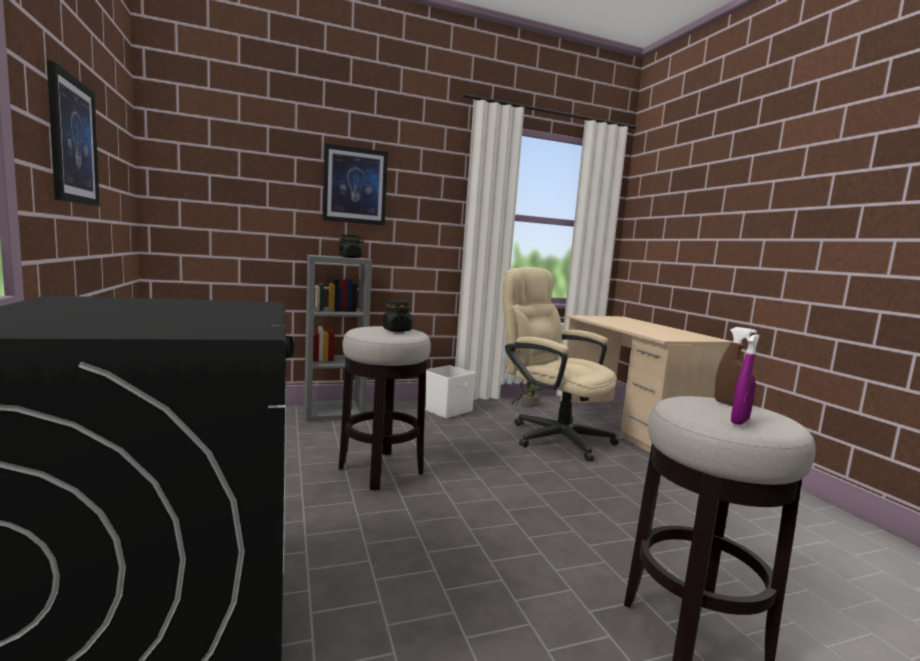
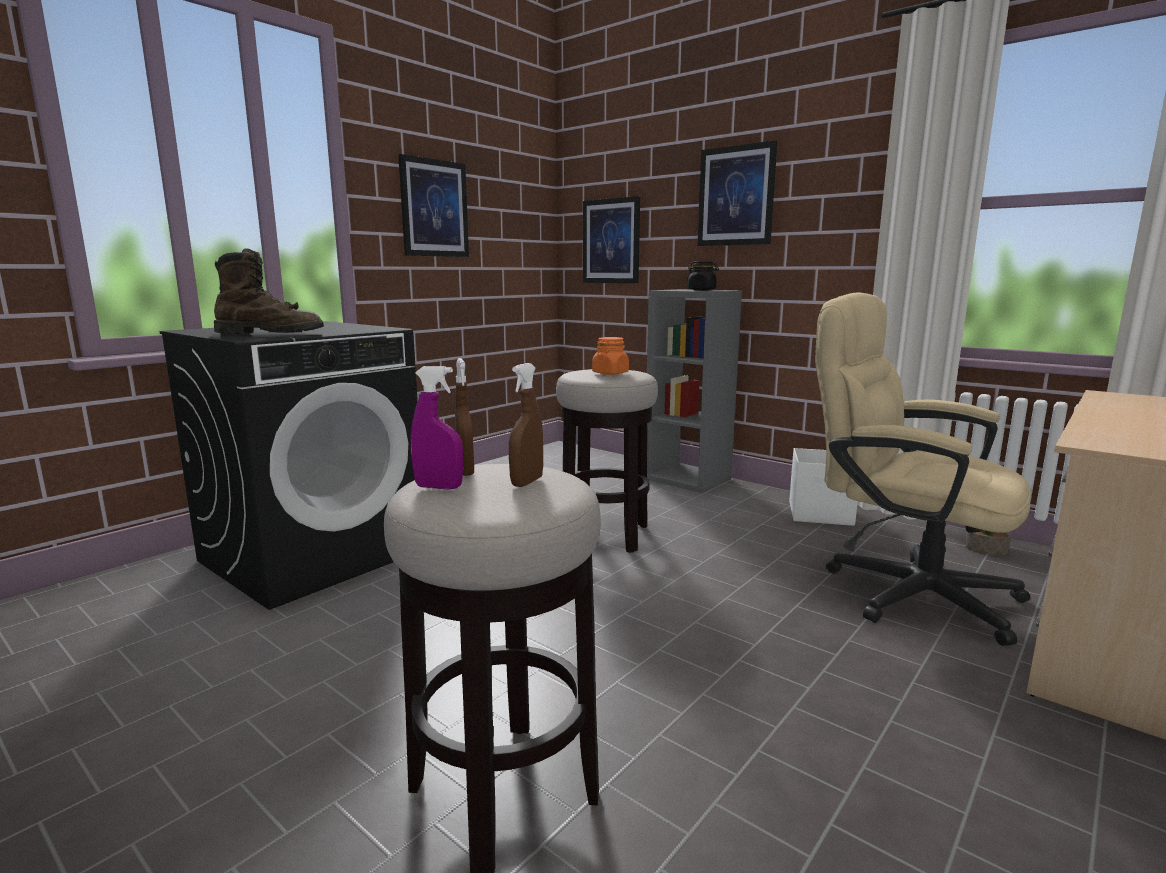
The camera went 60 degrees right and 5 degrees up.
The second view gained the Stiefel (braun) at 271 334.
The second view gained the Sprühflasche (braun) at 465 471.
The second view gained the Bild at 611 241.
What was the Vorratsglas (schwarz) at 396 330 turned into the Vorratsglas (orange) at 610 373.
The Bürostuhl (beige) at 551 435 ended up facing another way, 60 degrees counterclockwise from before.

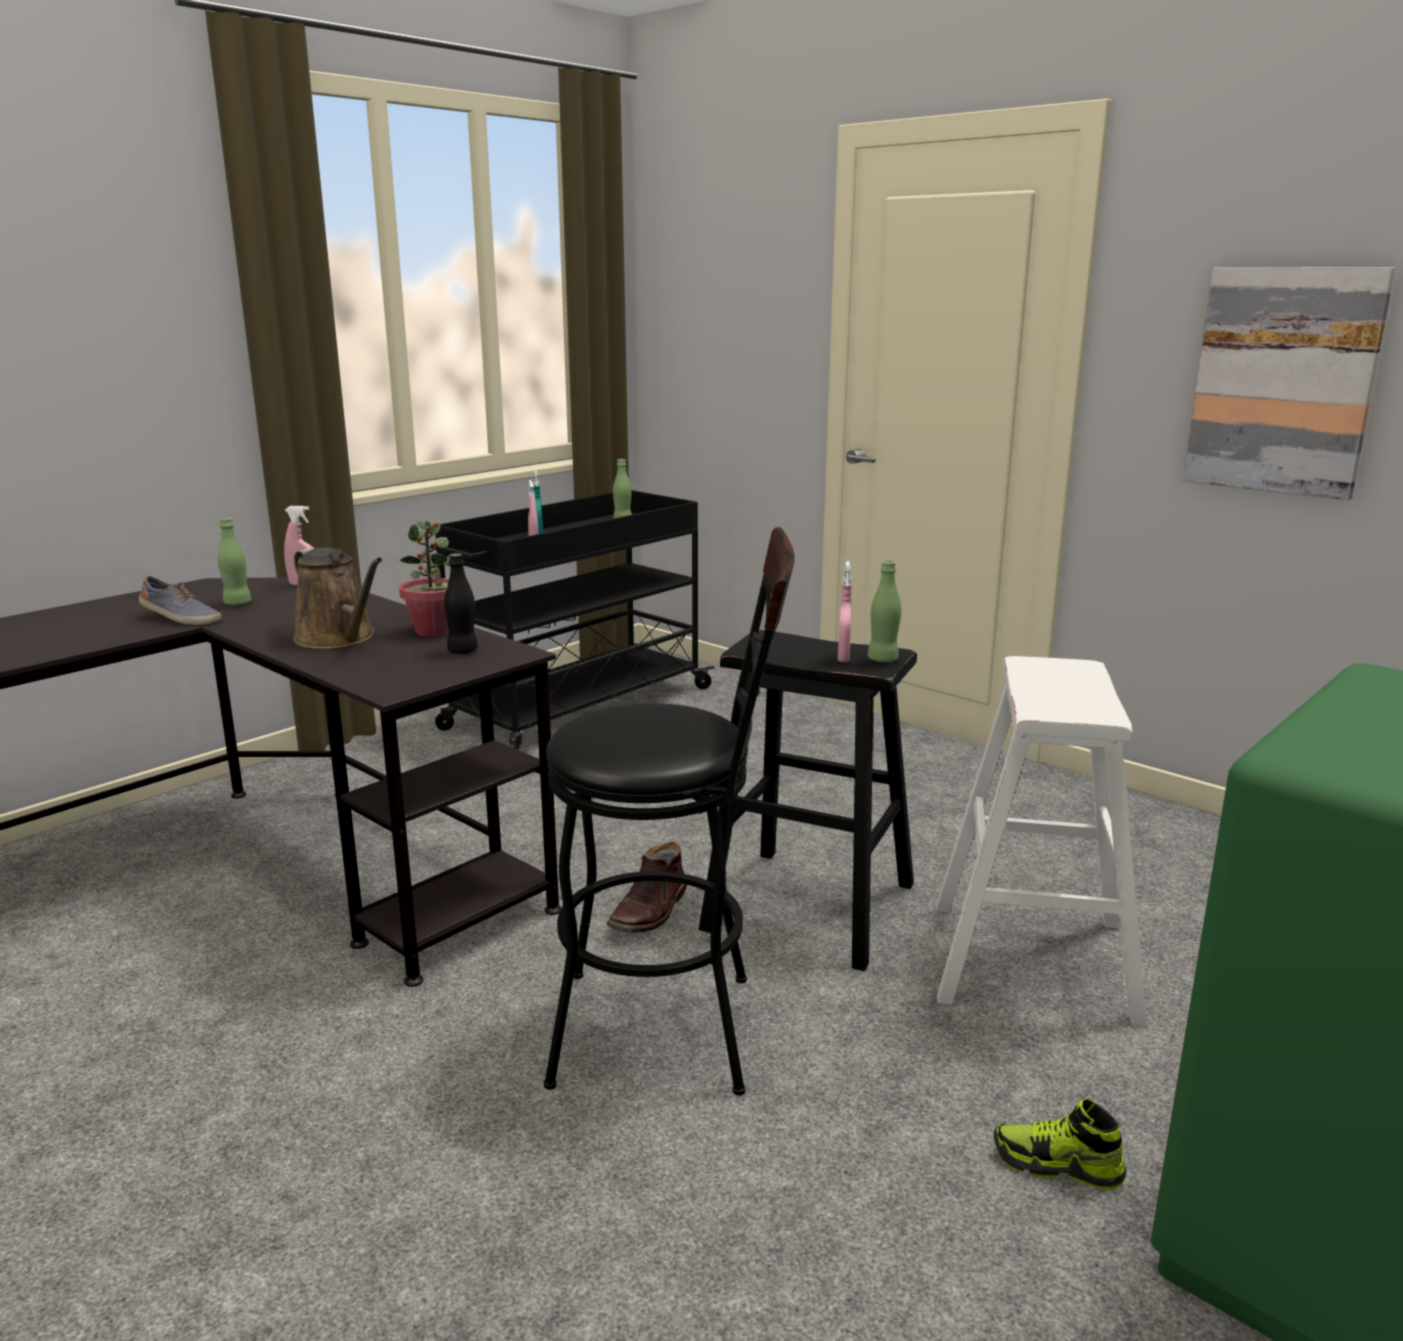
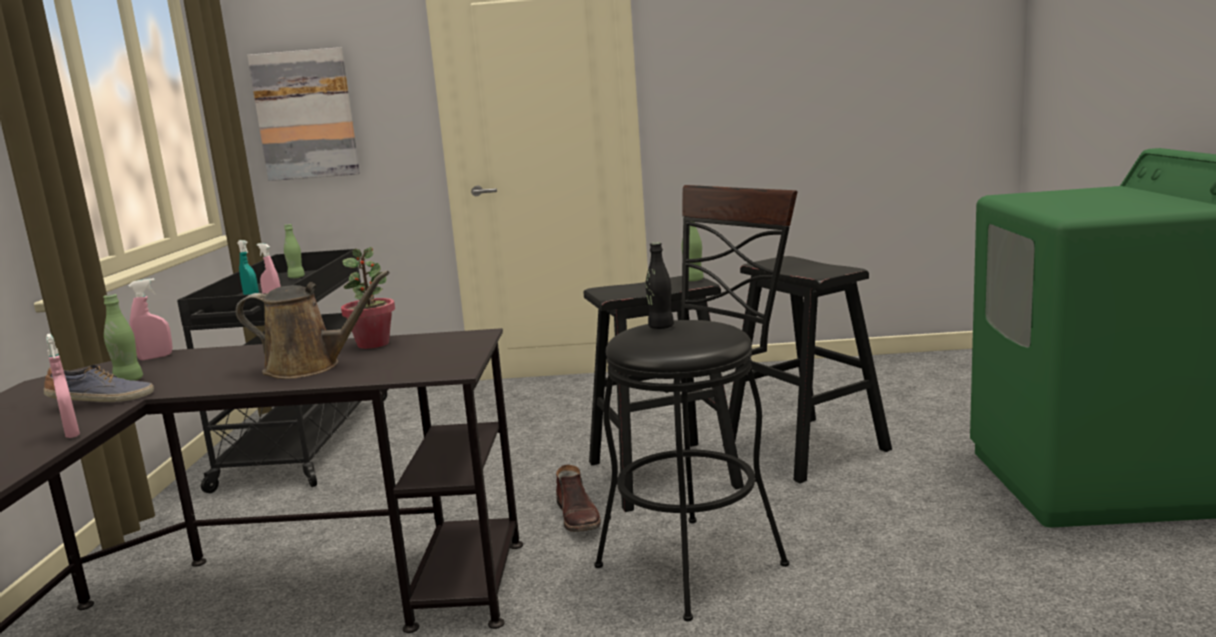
The camera went 40 degrees left and 5 degrees down.
The Sprühflasche (rosa) ended up elsewhere, having gone from 843 658 to 72 433.
The Bild ended up elsewhere, having gone from 1283 381 to 305 115.
The Flasche (schwarz) ended up elsewhere, having gone from 462 651 to 661 327.
What was the Hocker (weiß) at 1032 960 turned into the Hocker (schwarz) at 805 448.
The second view lost the Schuh at 1057 1165.

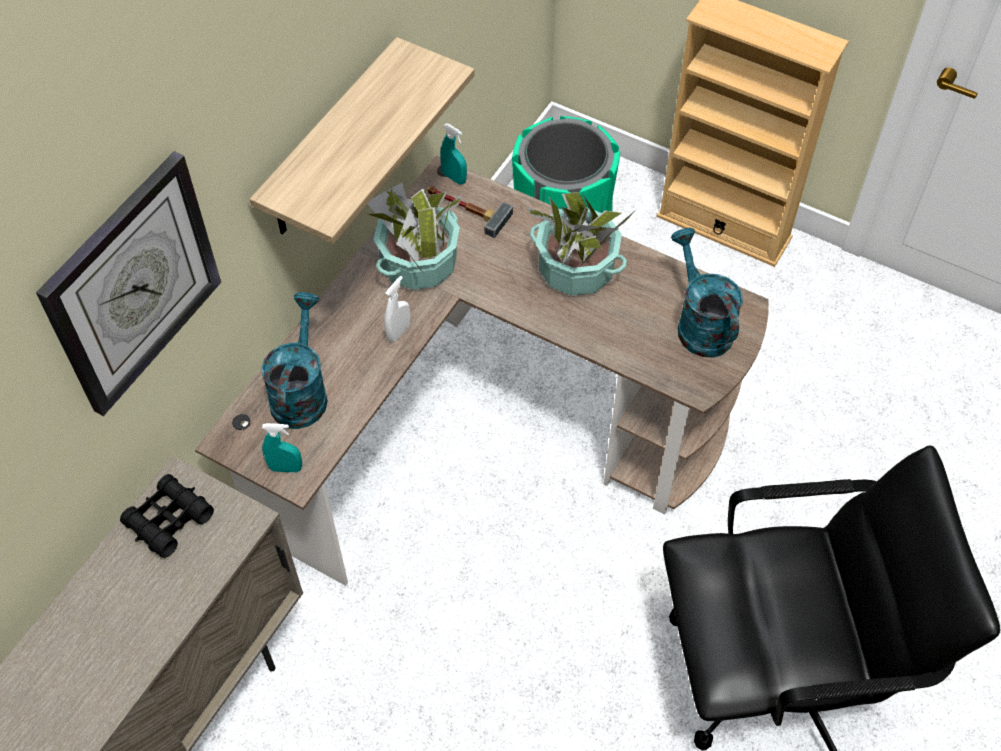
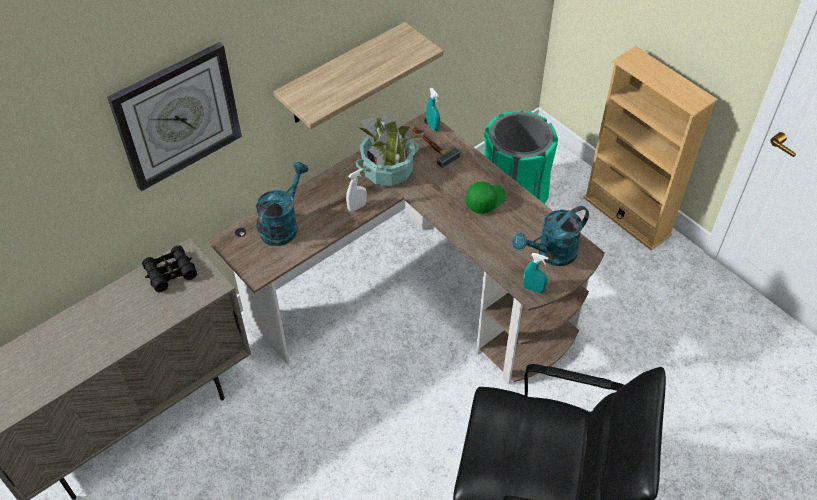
The camera went 20 degrees right and 5 degrees down.
Where the Topfpflanze stood at 576 269, the Kappe (grün) came to stand at 485 200.
The Gießkanne (türkis) at 699 323 ended up facing another way, 120 degrees counterclockwise from before.
The Sprühflasche (türkis) ended up elsewhere, having gone from 285 468 to 533 288.

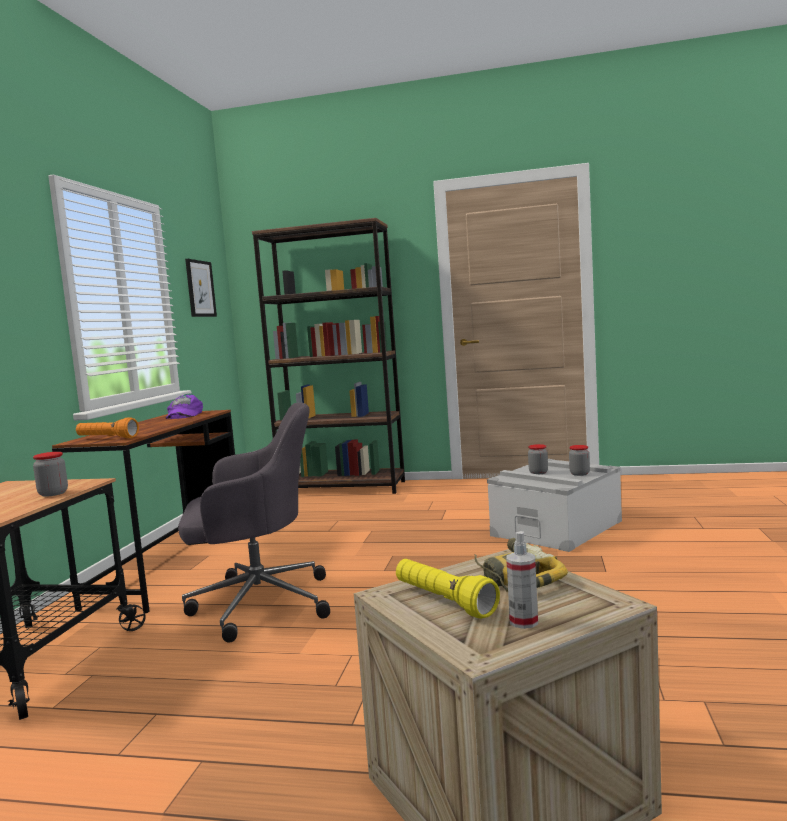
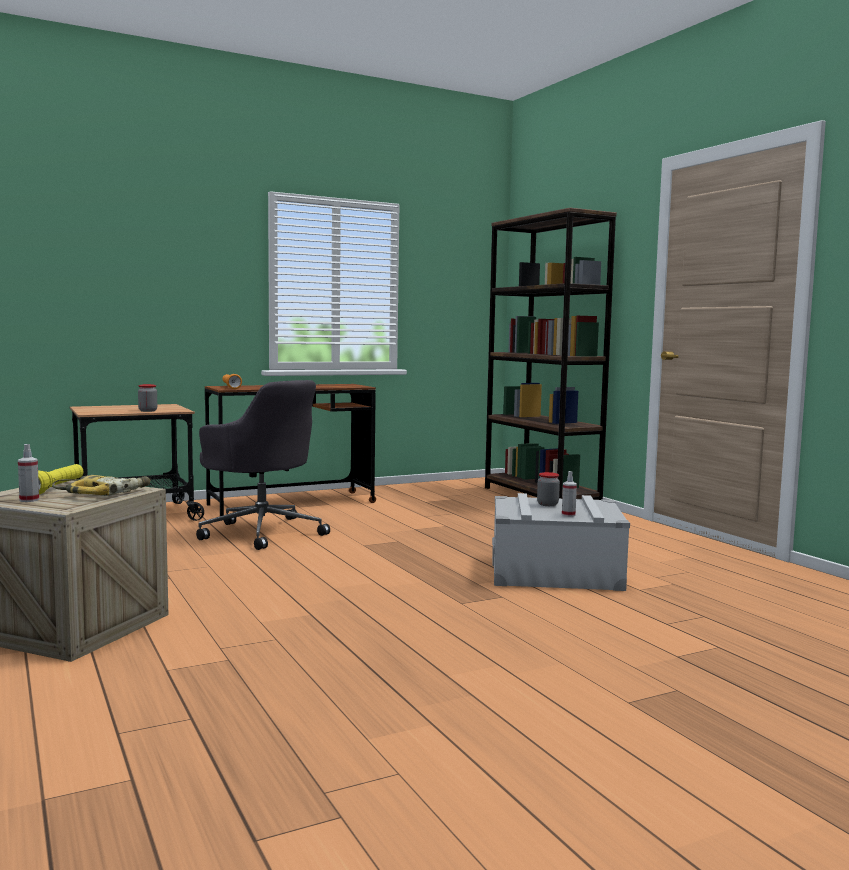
The camera went 50 degrees right and 0 degrees up.
Where the Vorratsglas stood at 579 474, the Sprühflasche came to stand at 568 515.
The second view lost the Kappe (lila) at 184 415.
The second view lost the Bild at 200 288.

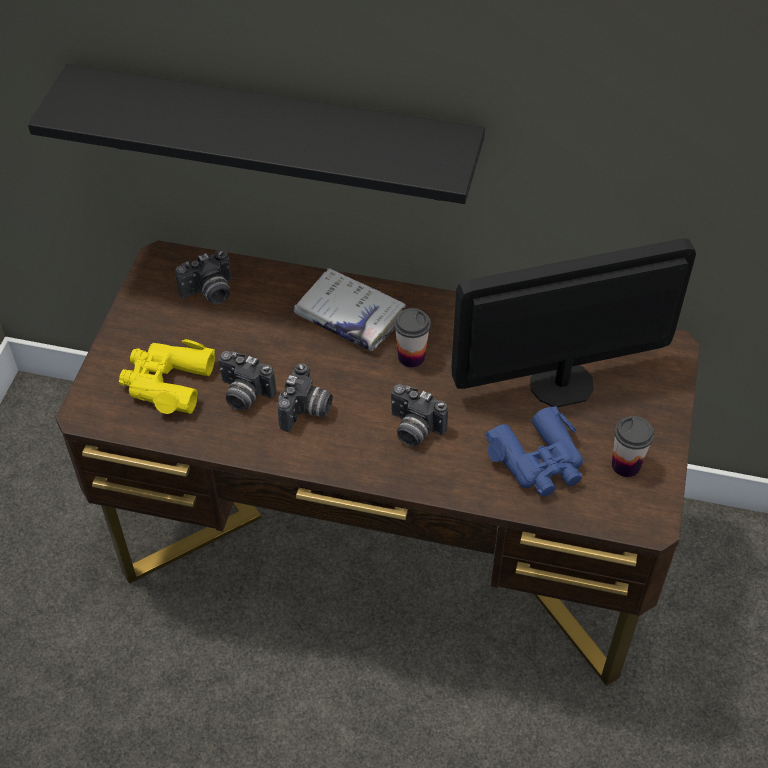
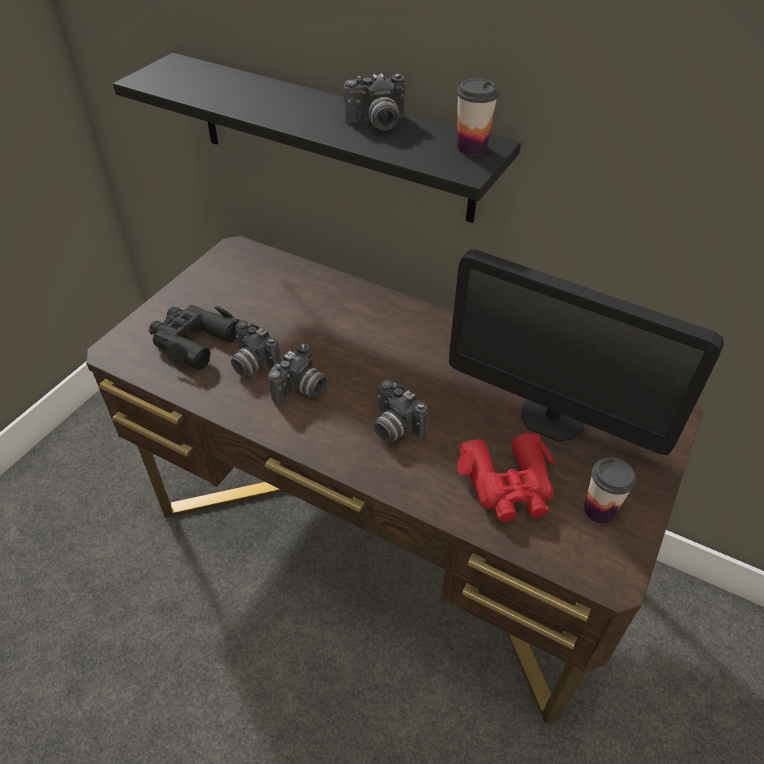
The camera went 15 degrees right and 5 degrees down.
What was the Fernglas (gelb) at 167 382 turned into the Fernglas (schwarz) at 192 341.
The Kamera ended up elsewhere, having gone from 209 293 to 377 124.
The Monitor at 561 384 ended up facing another way, 150 degrees counterclockwise from before.
The Tasse ended up elsewhere, having gone from 411 357 to 471 148.
What was the Fernglas (blau) at 539 461 turned into the Fernglas (rot) at 508 485.
The second view lost the Buch (weiß) at 349 317.

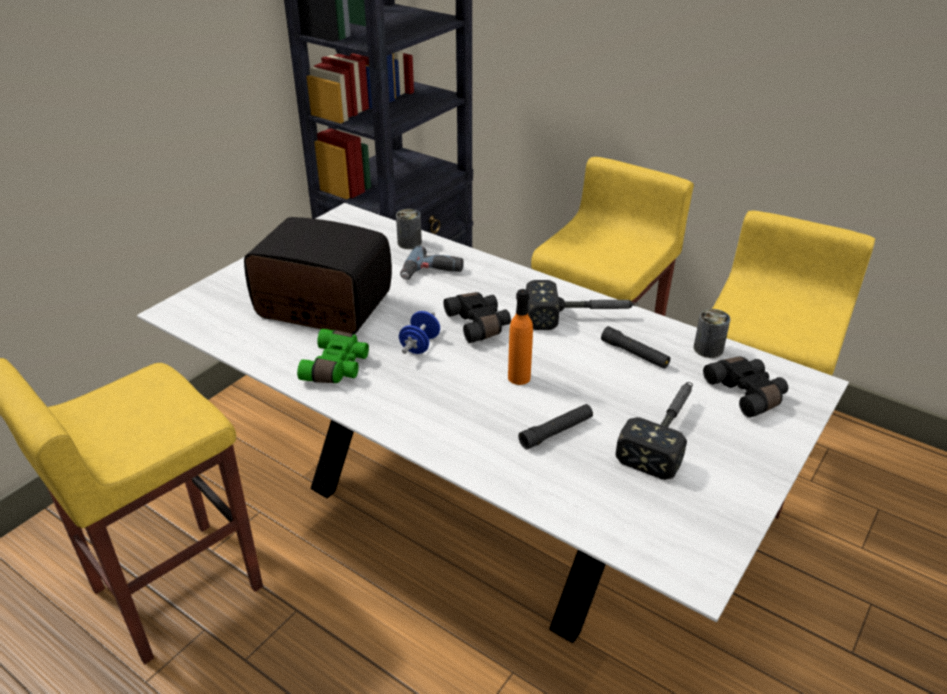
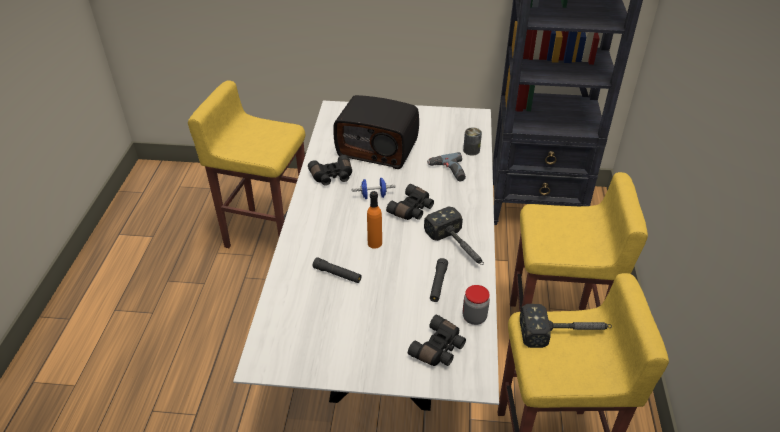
The camera went 60 degrees right and 5 degrees up.
What was the Fernglas (grün) at 338 367 turned into the Fernglas (schwarz) at 332 177.
The Radio at 322 307 ended up facing another way, 120 degrees clockwise from before.
Where the Dose stood at 708 349, the Vorratsglas came to stand at 474 317.
The Hammer ended up elsewhere, having gone from 666 432 to 565 333.

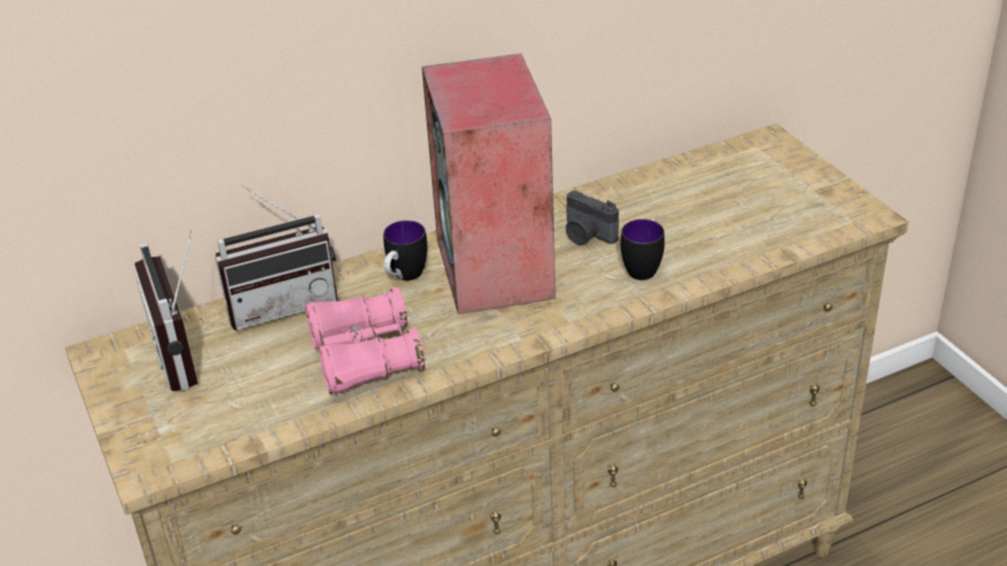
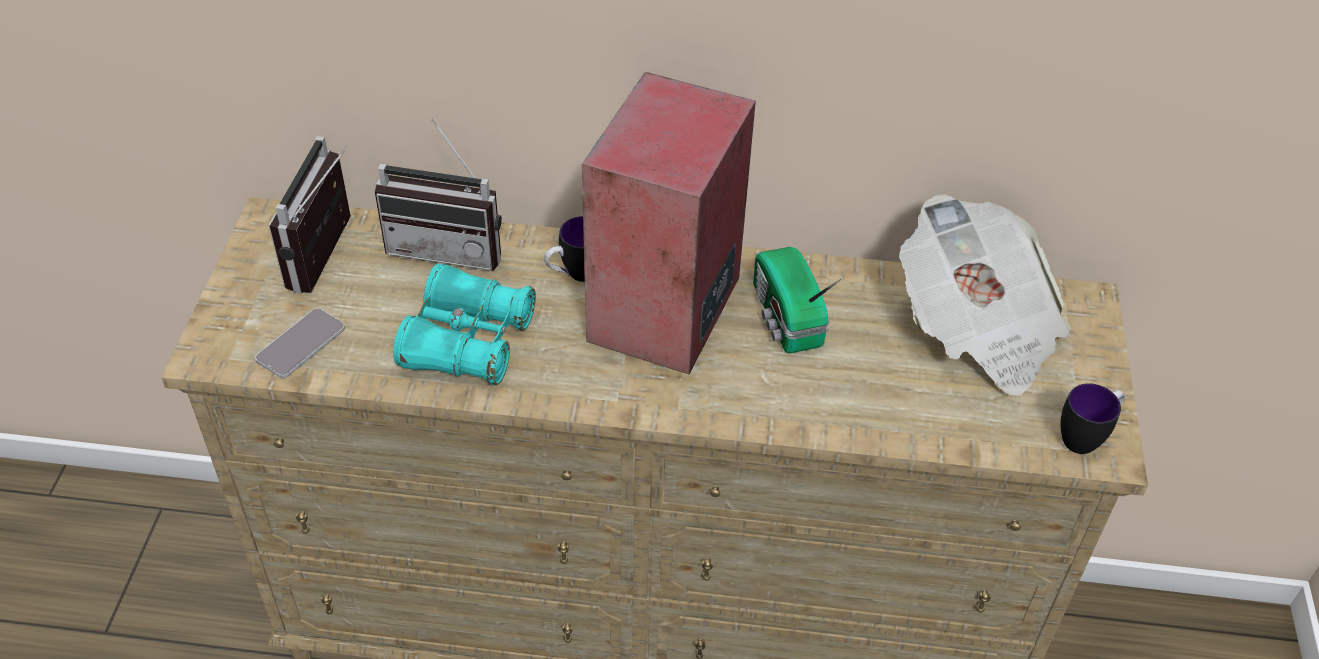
The camera went 30 degrees right and 10 degrees up.
The second view gained the Handy at 301 344.
What was the Fernglas (rosa) at 365 356 turned into the Fernglas (türkis) at 467 342.
Where the Kamera stood at 587 235, the Radio came to stand at 785 318.
The second view gained the Zeitung at 977 327.
The Henkelbecher ended up elsewhere, having gone from 644 267 to 1086 437.

